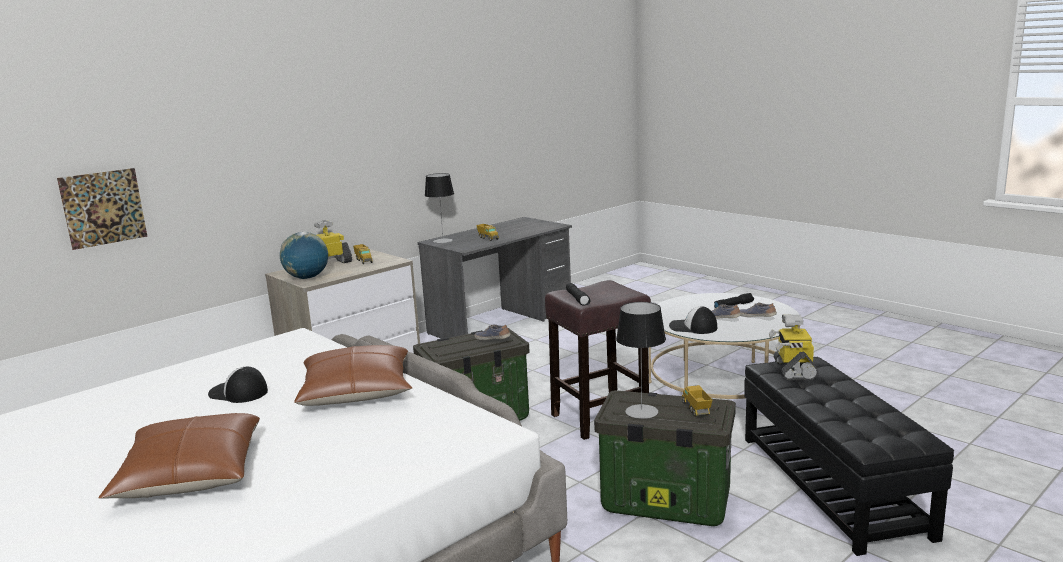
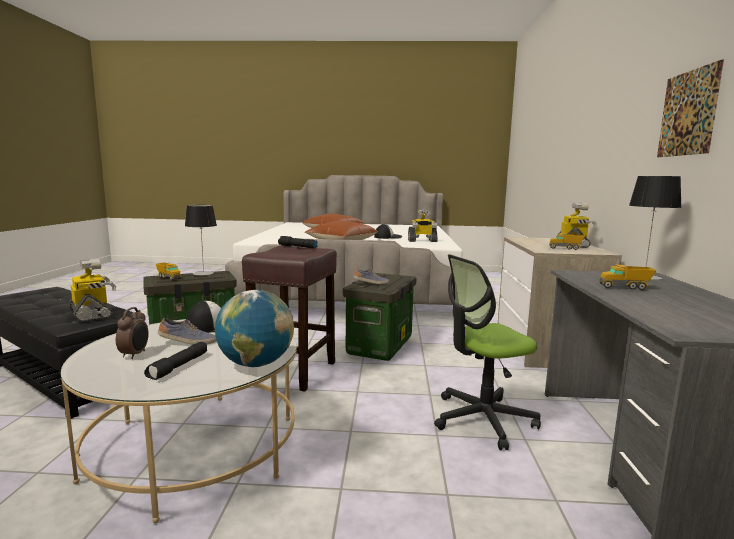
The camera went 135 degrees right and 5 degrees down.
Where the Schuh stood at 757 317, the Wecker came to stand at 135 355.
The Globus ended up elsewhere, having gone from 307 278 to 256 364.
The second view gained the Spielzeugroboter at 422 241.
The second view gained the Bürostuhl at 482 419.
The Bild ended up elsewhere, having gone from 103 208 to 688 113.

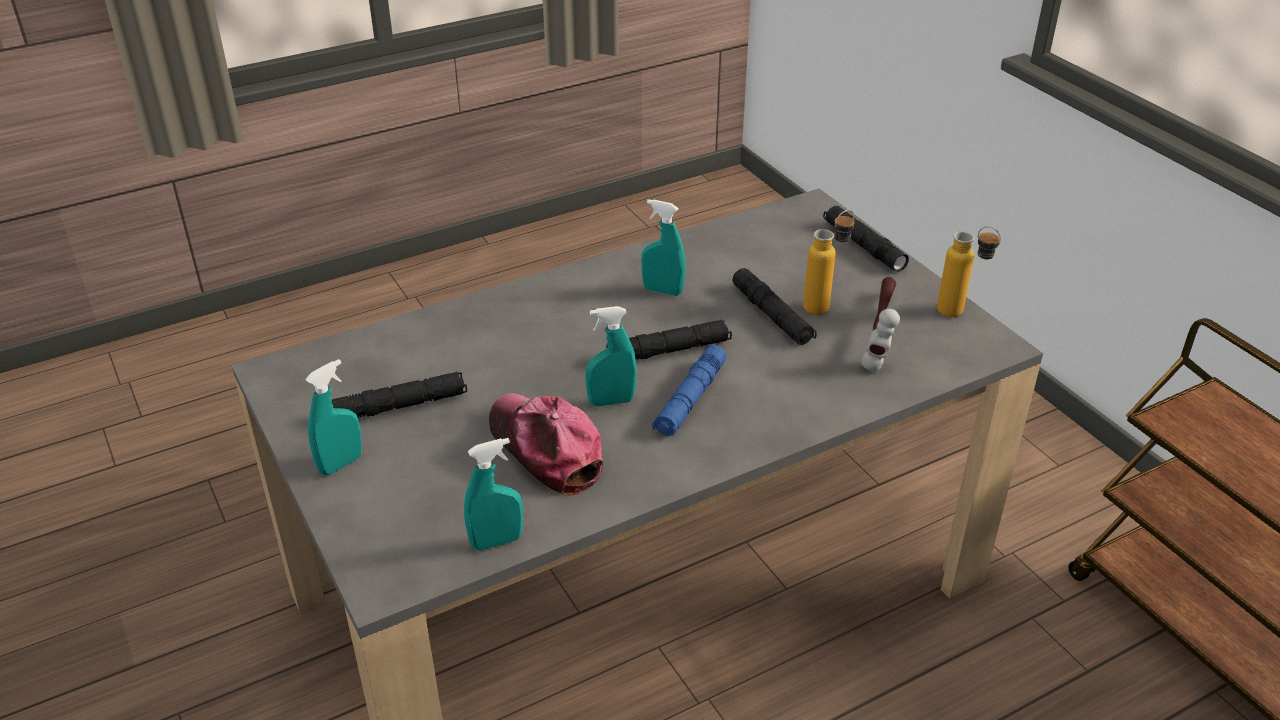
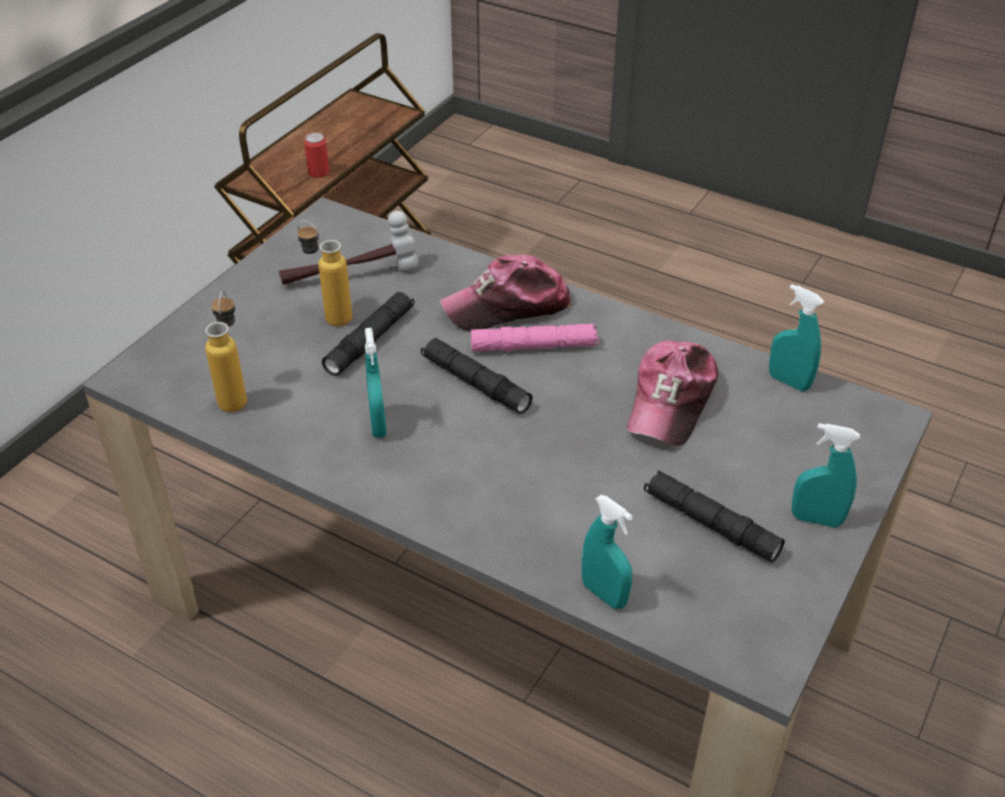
The camera went 120 degrees left and 5 degrees up.
The Flasche ended up elsewhere, having gone from 960 314 to 235 395.
The second view gained the Dose at 318 172.
The second view gained the Kappe at 507 306.
What was the Taschenlampe (blau) at 690 399 turned into the Taschenlampe (rosa) at 534 346.
The Sprühflasche (türkis) ended up elsewhere, having gone from 611 401 to 604 594.
The second view lost the Taschenlampe (schwarz) at 863 246.

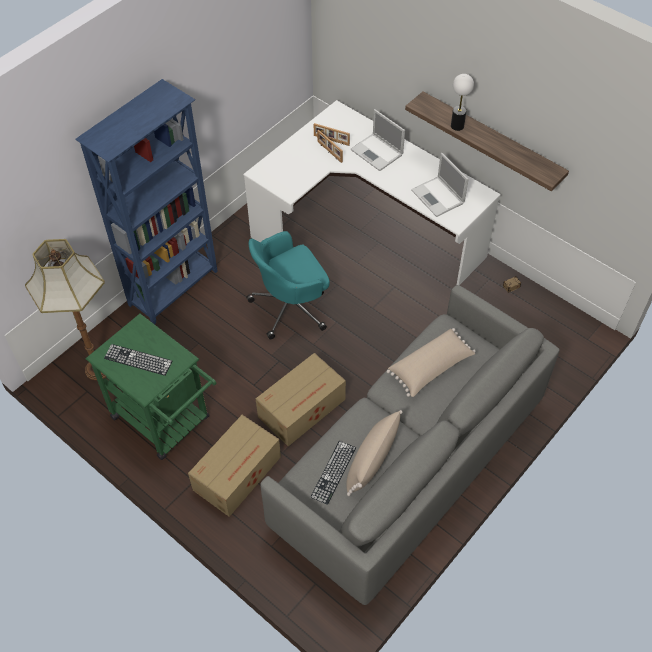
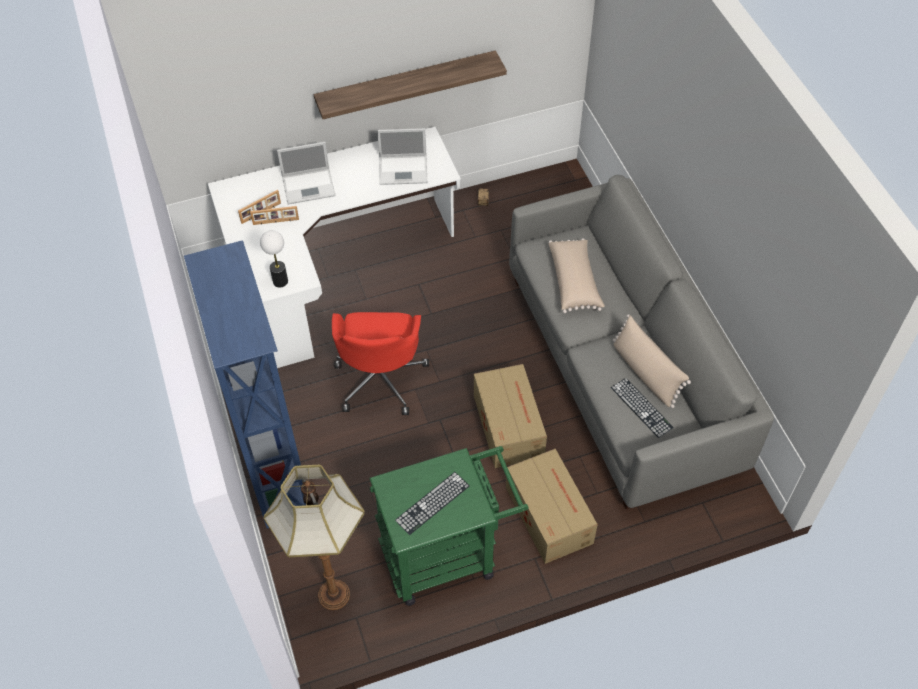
The camera went 60 degrees left and 0 degrees up.
The Tischlampe ended up elsewhere, having gone from 457 126 to 280 281.
What was the Bürostuhl (türkis) at 291 307 turned into the Bürostuhl (rot) at 380 378.

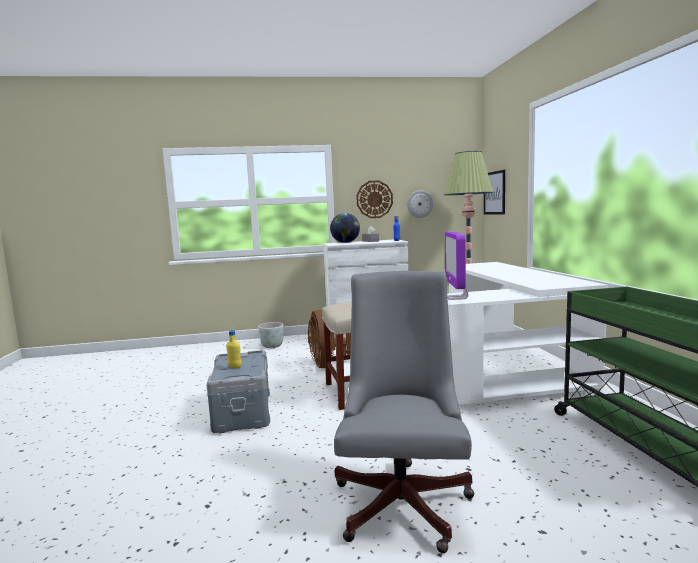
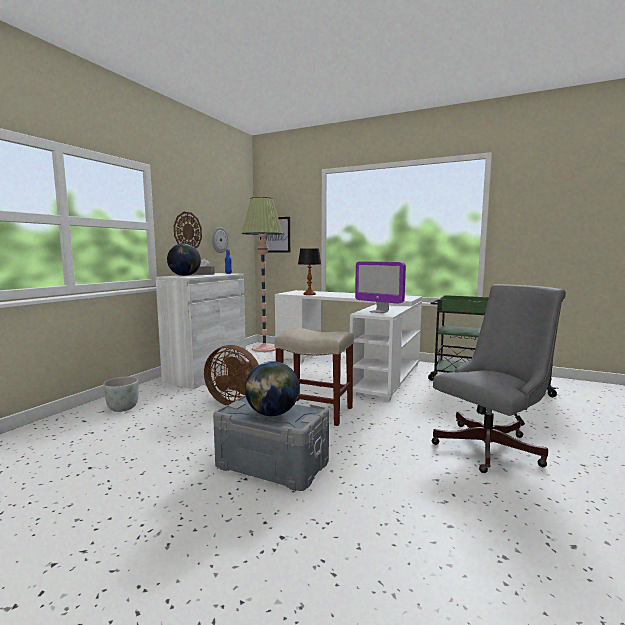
The camera went 55 degrees left and 0 degrees up.
Where the Flasche (gelb) stood at 234 367, the Globus came to stand at 272 414.
The second view gained the Tischlampe at 309 294.
The Bürostuhl (grau) at 403 498 ended up facing another way, 105 degrees clockwise from before.

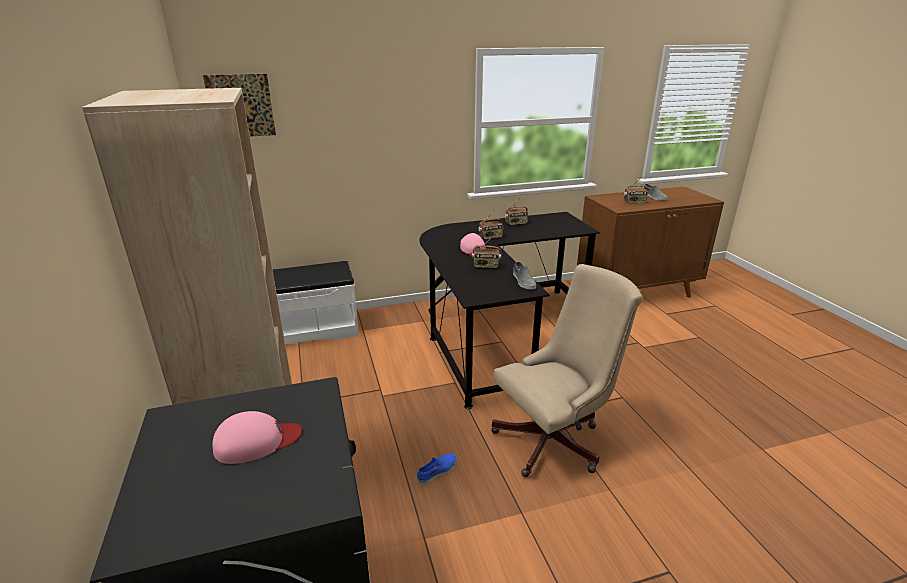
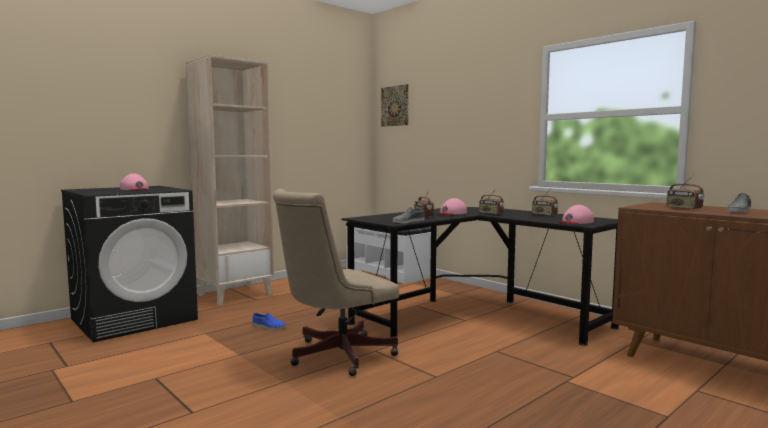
The camera went 65 degrees right and 20 degrees down.
The Bürostuhl (beige) at 555 440 ended up facing another way, 105 degrees clockwise from before.
The second view gained the Kappe (rosa) at 575 222.

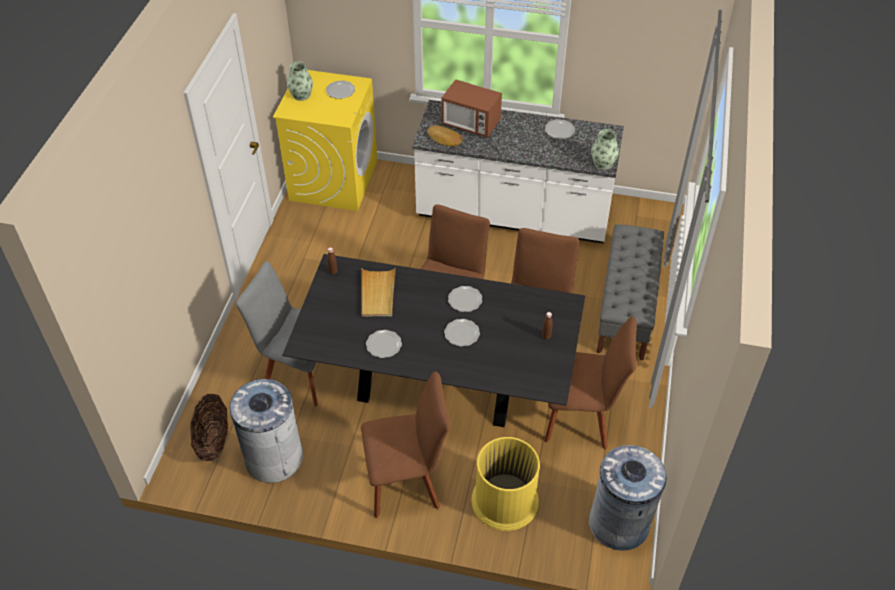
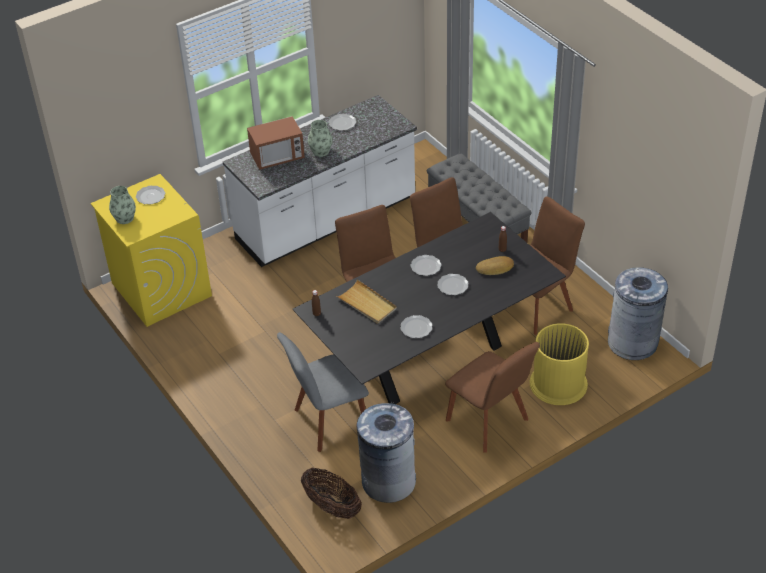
The camera went 45 degrees left and 5 degrees down.
The Vase ended up elsewhere, having gone from 603 163 to 320 151.
The Stuhl (braun) at 406 482 ended up facing another way, 105 degrees clockwise from before.
The Brot ended up elsewhere, having gone from 444 139 to 495 268.

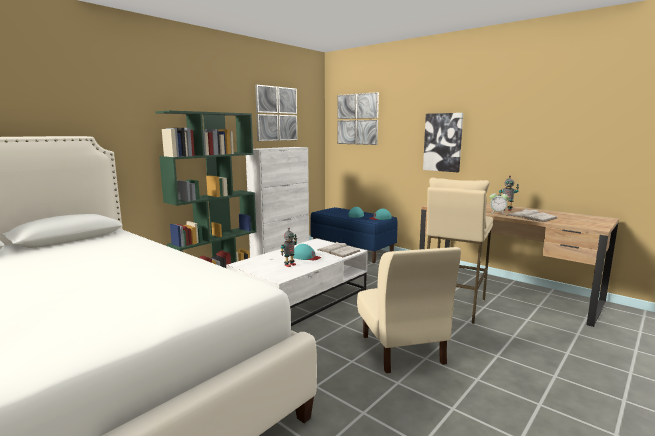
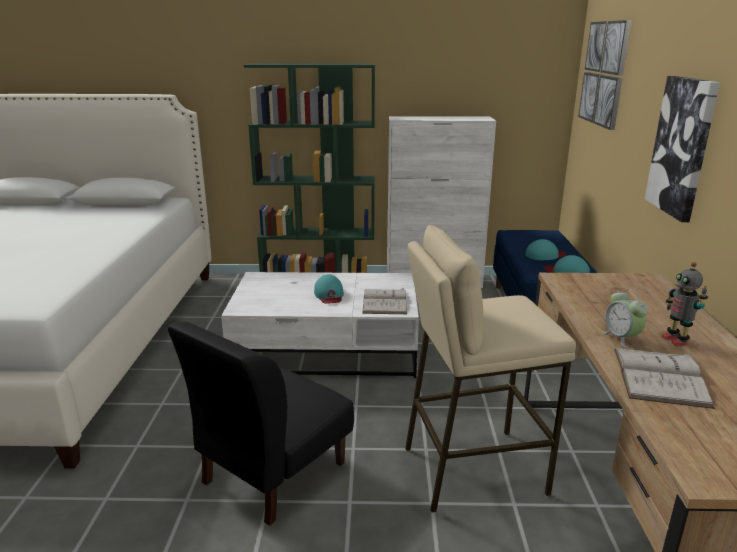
The camera went 50 degrees right and 10 degrees up.
What was the Stuhl (beige) at 402 349 turned into the Stuhl (schwarz) at 273 472.
The second view lost the Bild at 276 114.
The second view lost the Spielzeugroboter at 289 265.

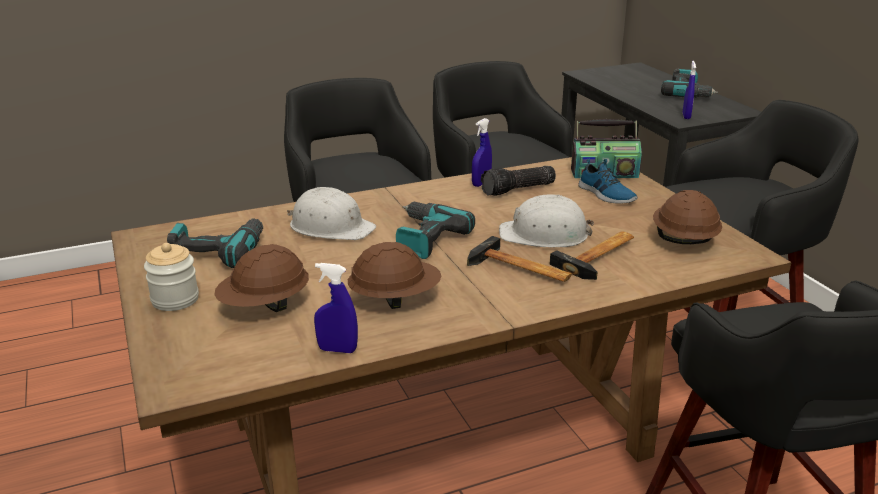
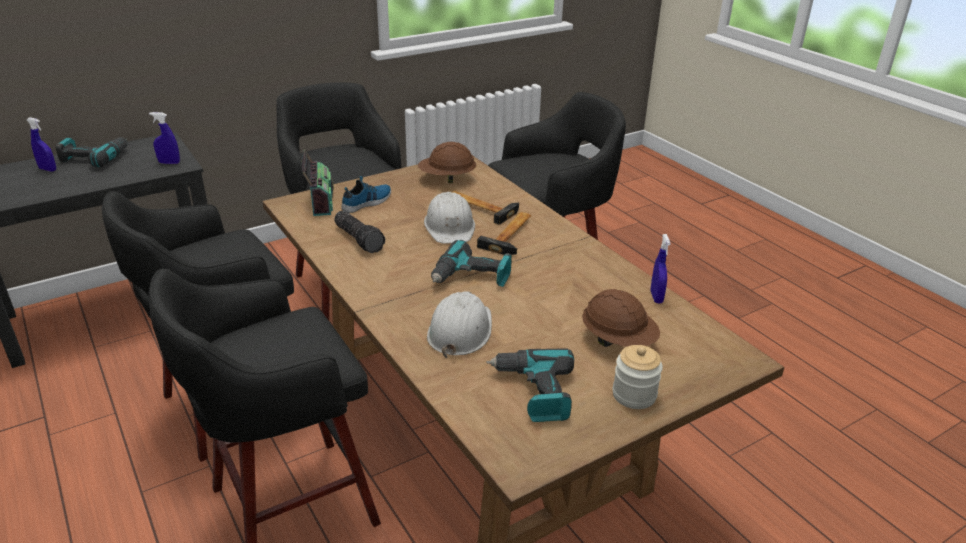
The camera went 100 degrees left and 5 degrees up.
The Sprühflasche (blau) ended up elsewhere, having gone from 481 183 to 48 169.
The second view lost the Schutzhelm (braun) at 395 299.

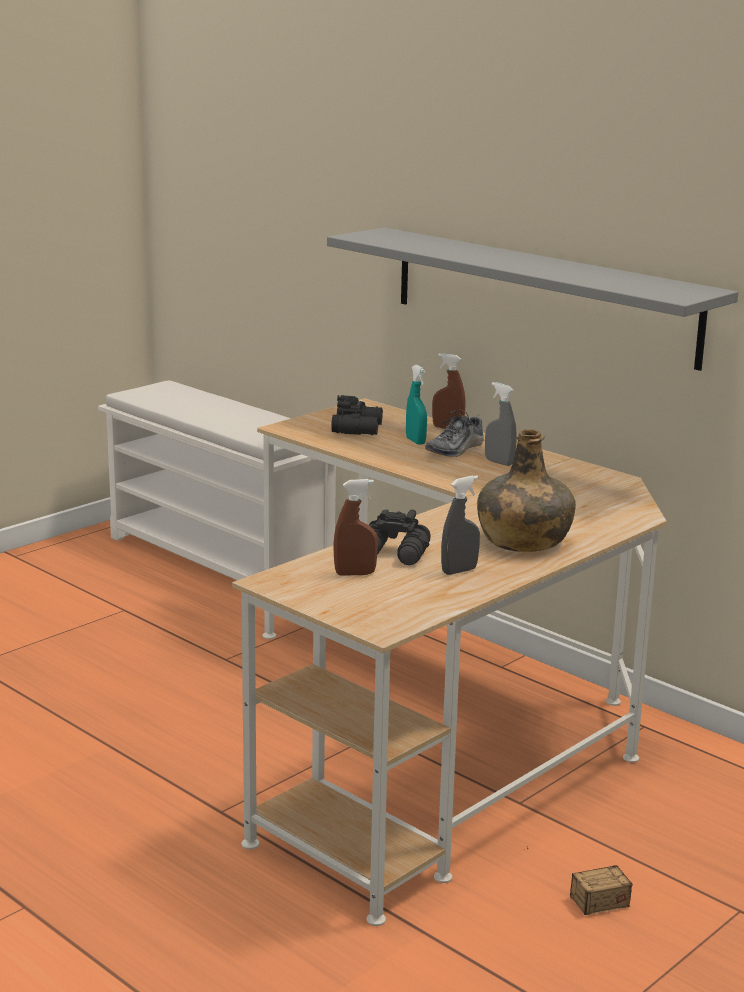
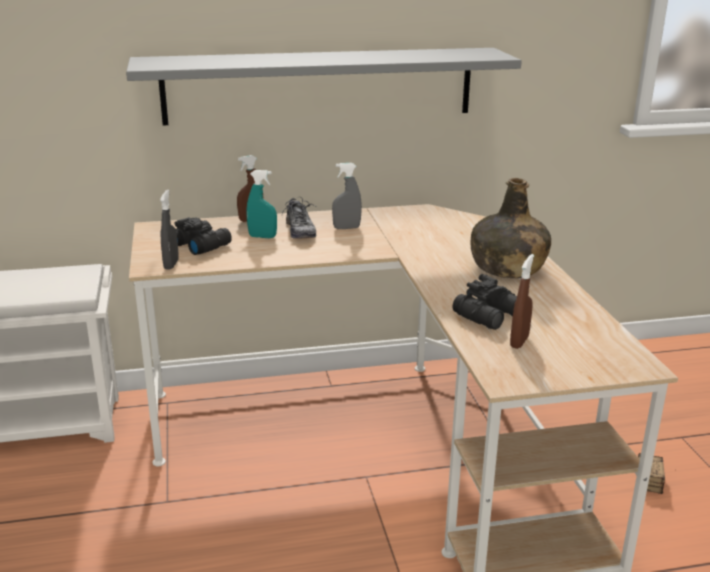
The camera went 55 degrees left and 5 degrees up.
The Sprühflasche (grau) ended up elsewhere, having gone from 459 571 to 171 264.

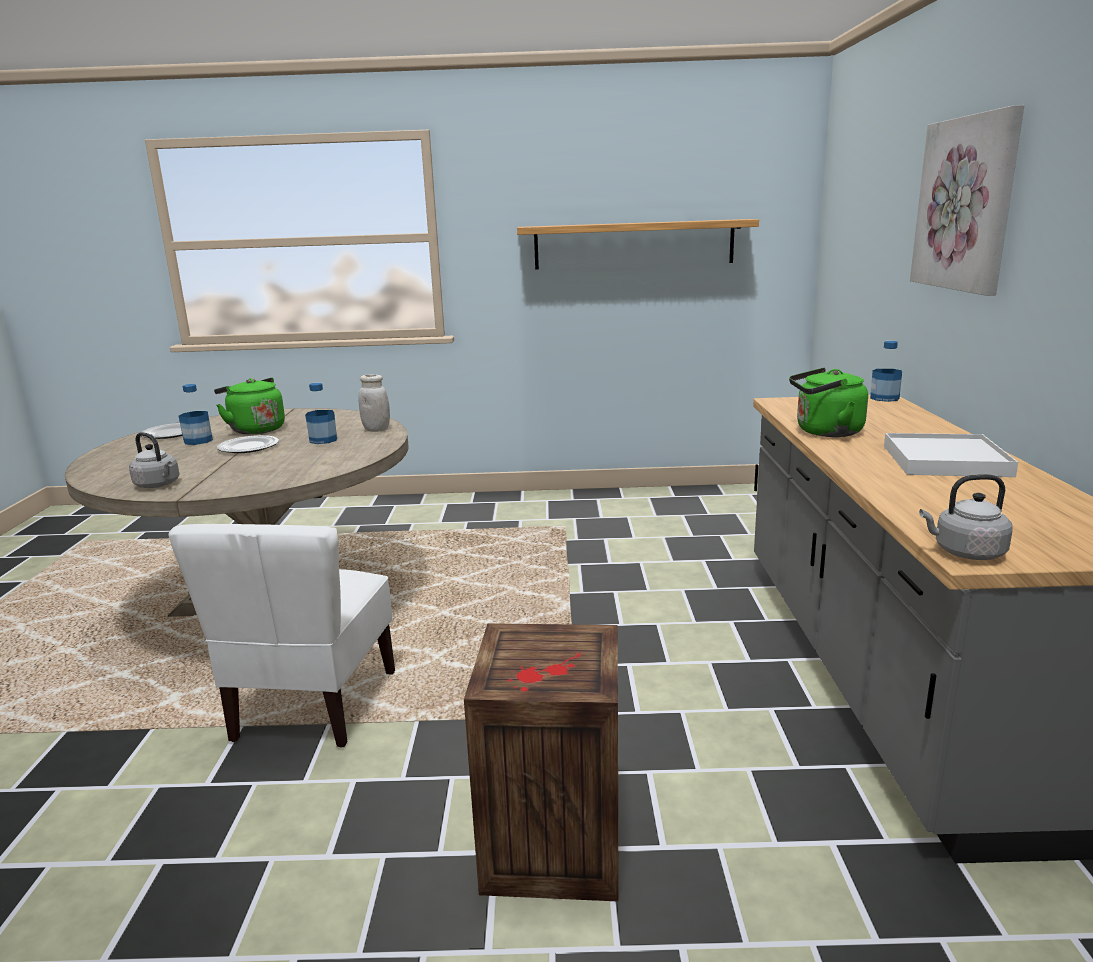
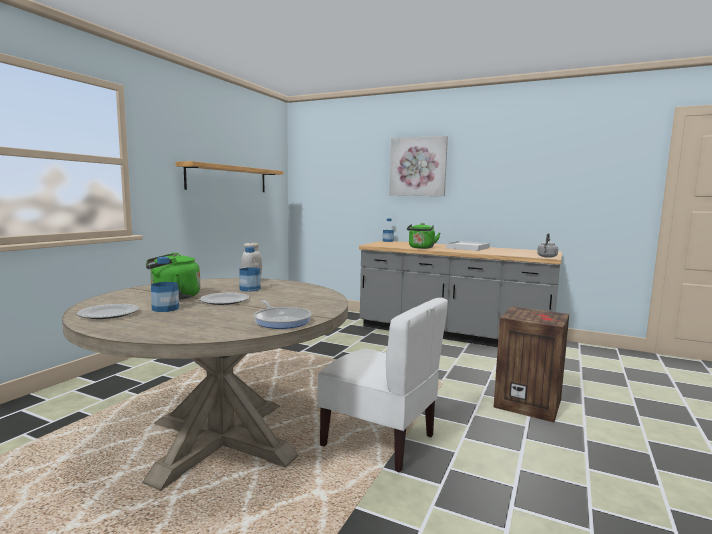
The camera went 65 degrees left and 10 degrees down.
Where the Wasserkessel (grau) stood at 158 485, the Pfanne came to stand at 281 320.

